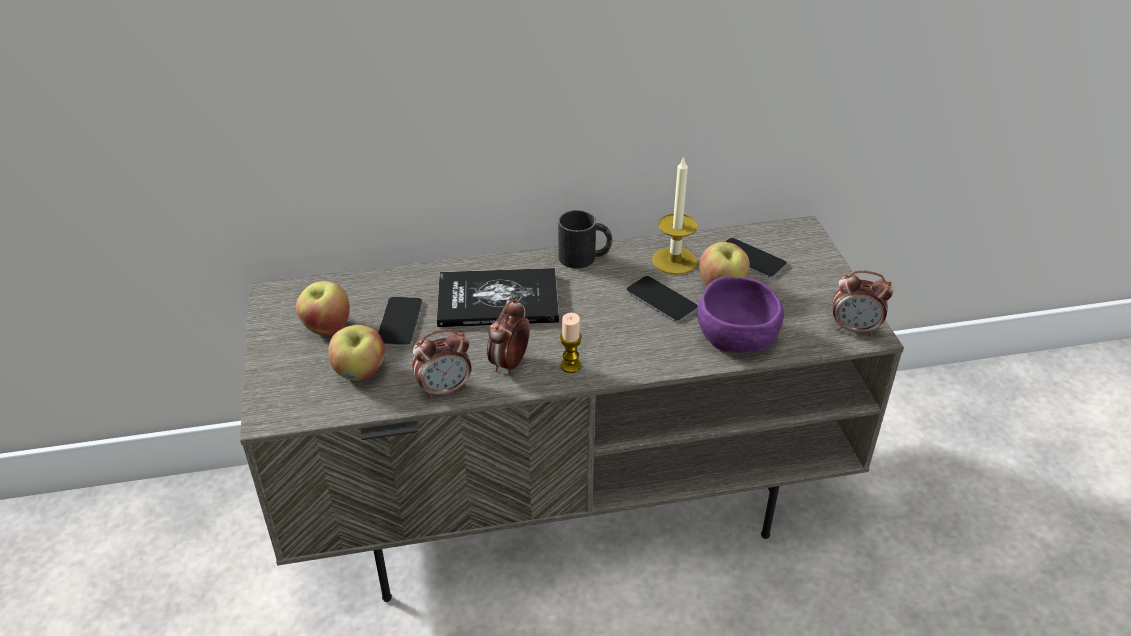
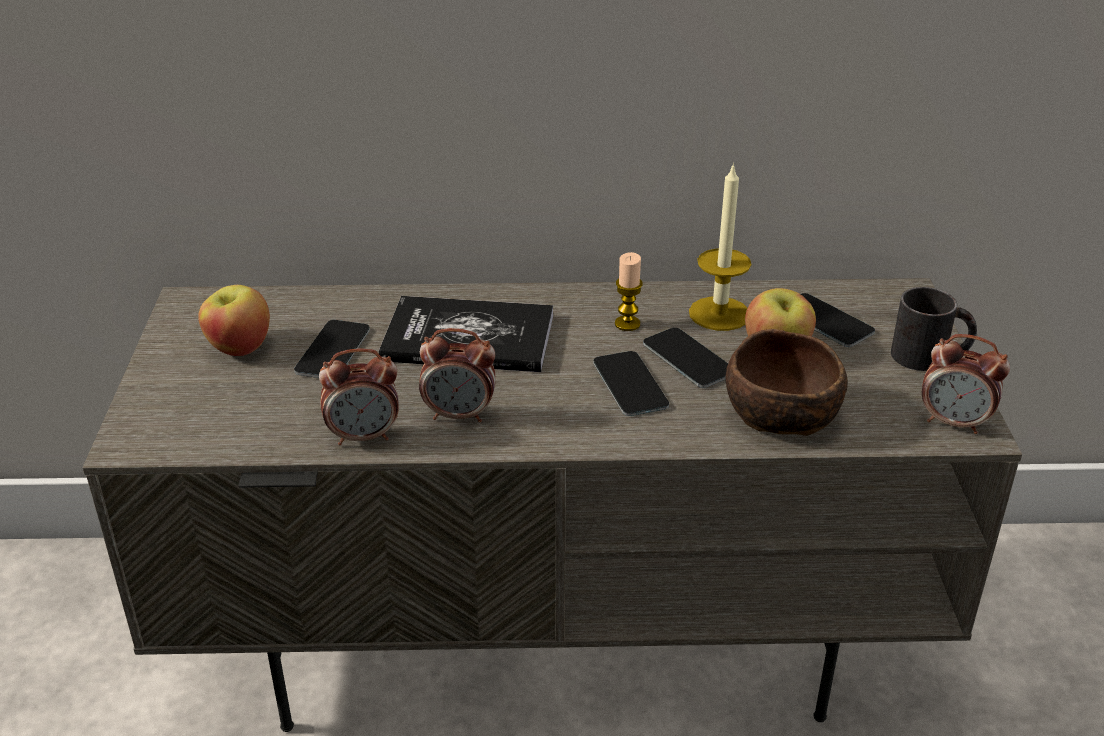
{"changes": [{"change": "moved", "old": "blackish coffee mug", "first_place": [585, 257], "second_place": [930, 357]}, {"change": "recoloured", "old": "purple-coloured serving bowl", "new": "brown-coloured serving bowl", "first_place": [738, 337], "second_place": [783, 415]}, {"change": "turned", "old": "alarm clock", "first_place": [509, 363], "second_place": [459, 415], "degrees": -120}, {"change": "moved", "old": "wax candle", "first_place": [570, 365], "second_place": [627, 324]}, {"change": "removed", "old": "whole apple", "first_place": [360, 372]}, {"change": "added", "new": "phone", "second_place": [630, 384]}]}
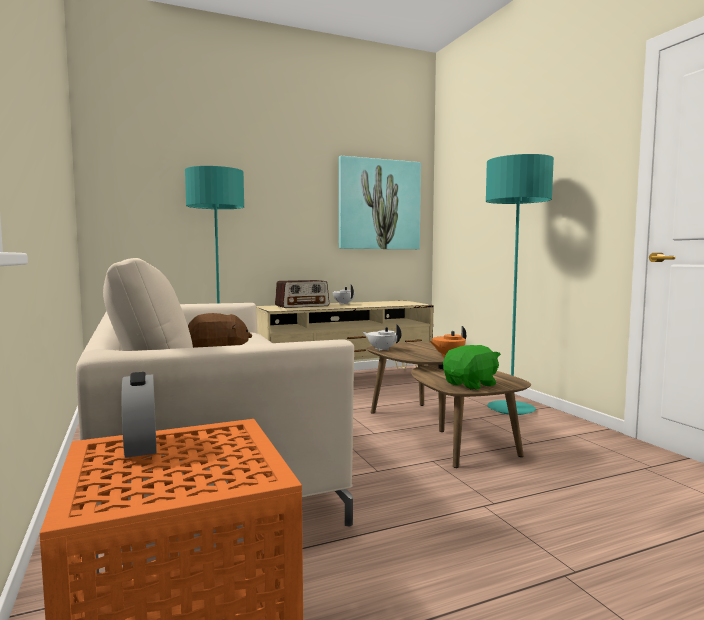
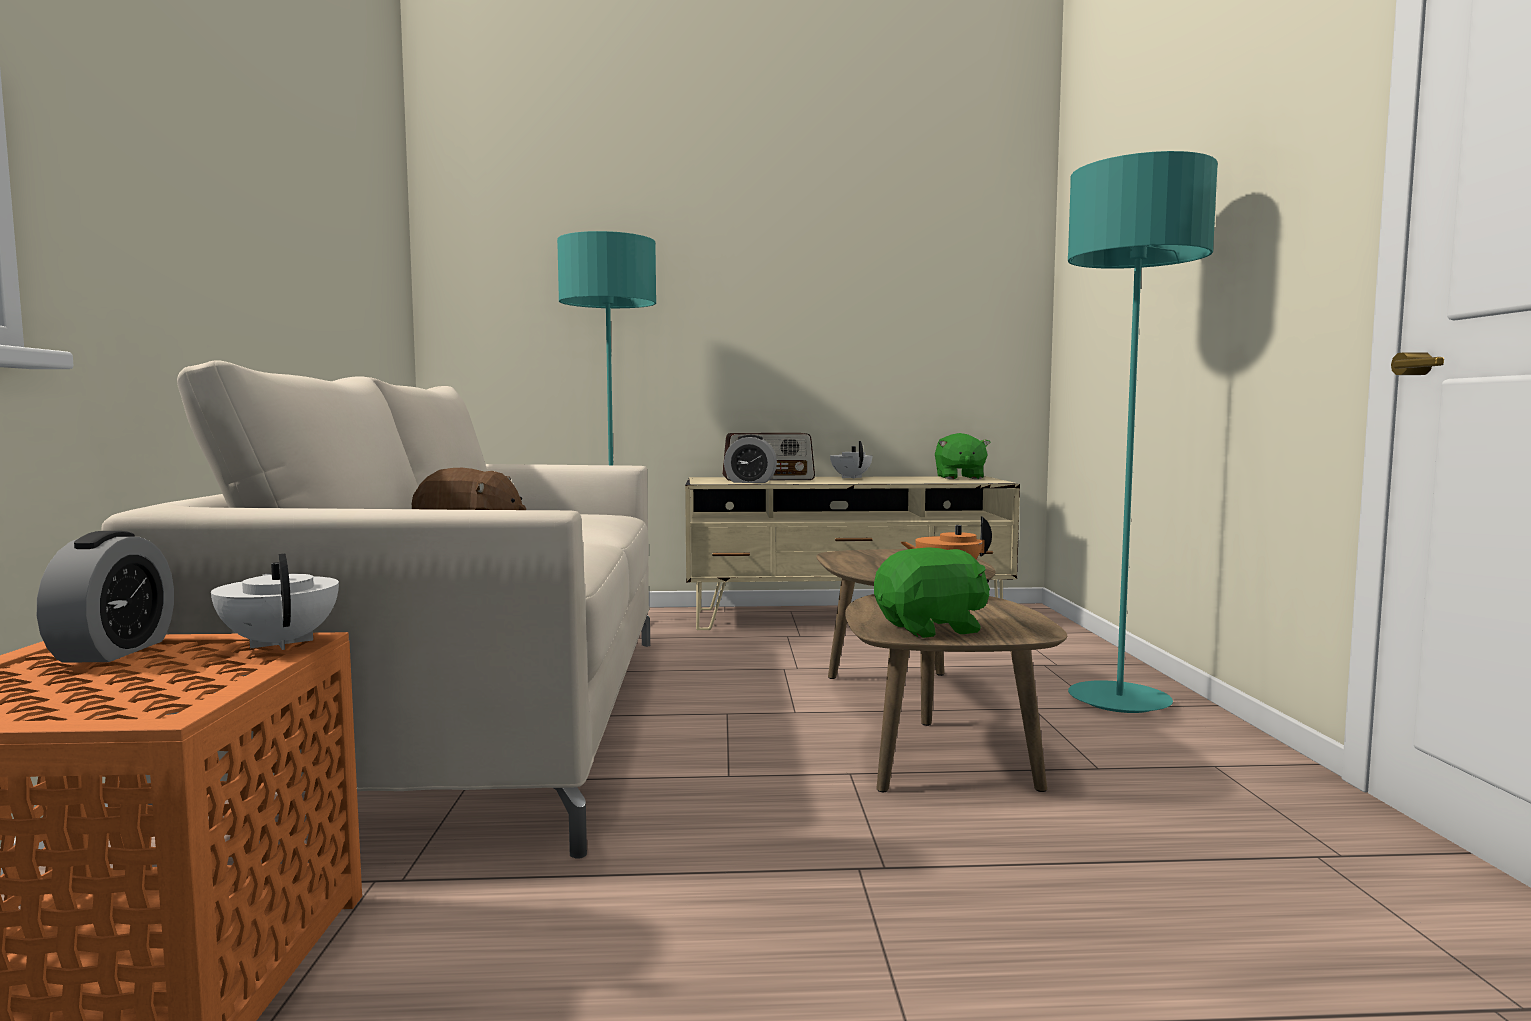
{"changes": [{"change": "removed", "old": "wall art", "first_place": [379, 205]}, {"change": "moved", "old": "whitish pot for tea", "first_place": [381, 349], "second_place": [281, 643]}, {"change": "added", "new": "green soft toy", "second_place": [959, 477]}, {"change": "added", "new": "alarm clock", "second_place": [750, 482]}]}
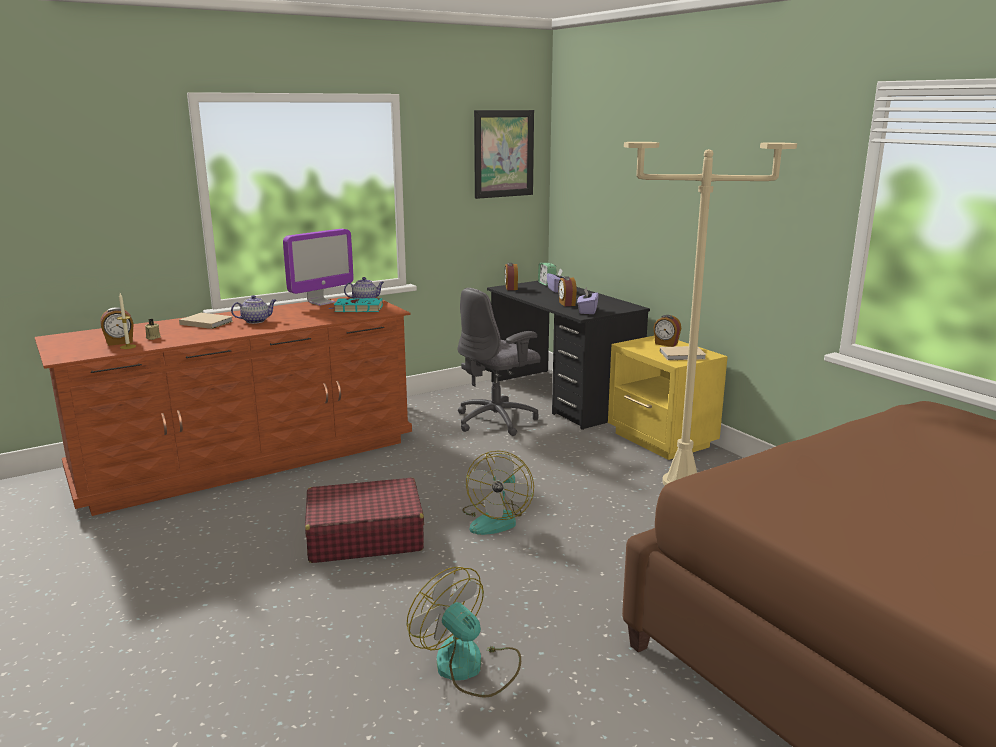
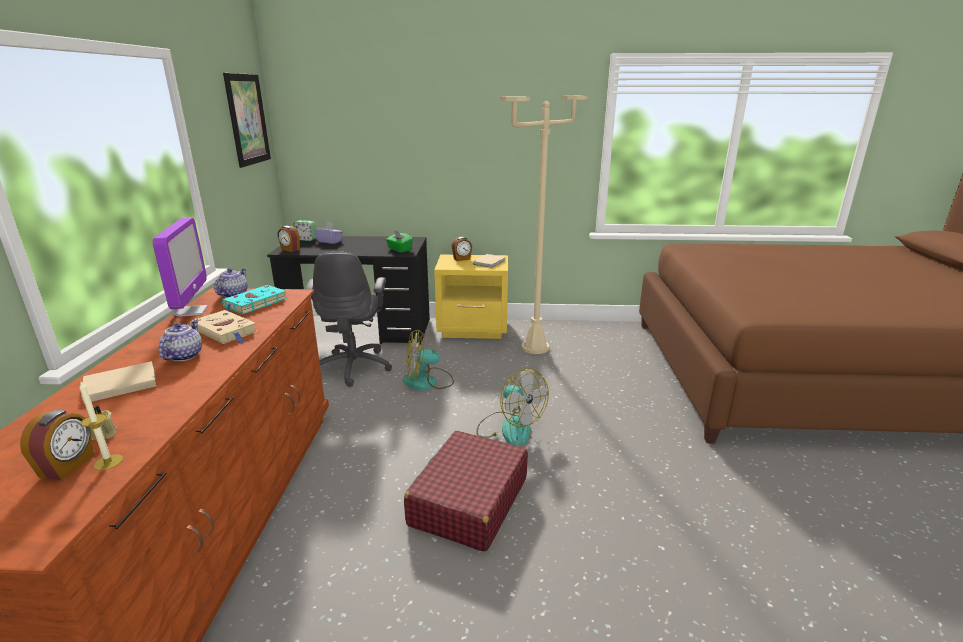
{"changes": [{"change": "removed", "old": "alarm clock", "first_place": [566, 304]}, {"change": "recoloured", "old": "purple-coloured tissue holder", "new": "green tissue holder", "first_place": [587, 311], "second_place": [399, 249]}, {"change": "moved", "old": "fan", "first_place": [469, 667], "second_place": [427, 382]}, {"change": "added", "new": "sand-coloured bound book", "second_place": [225, 331]}]}
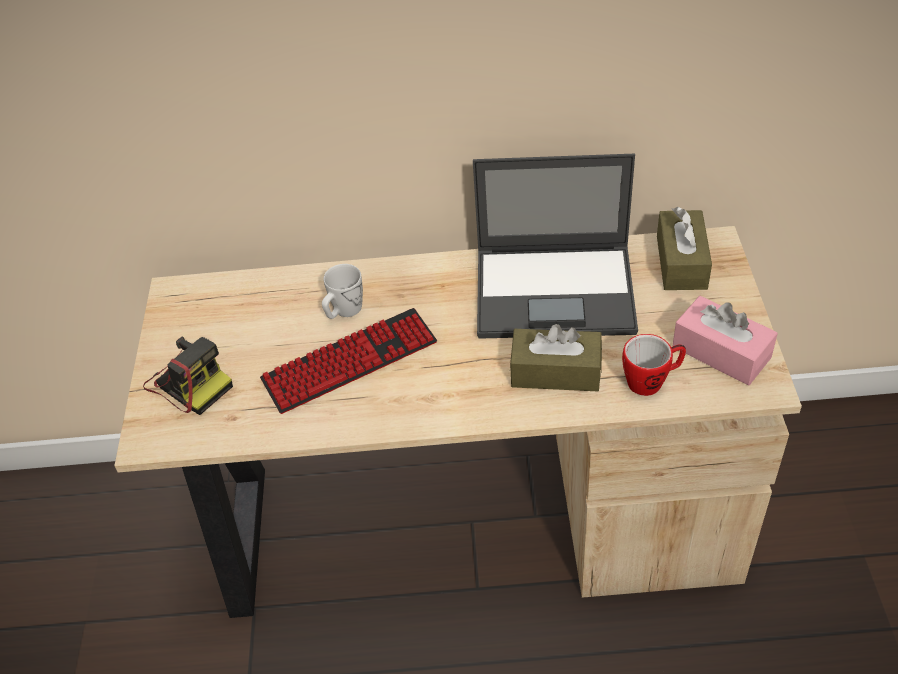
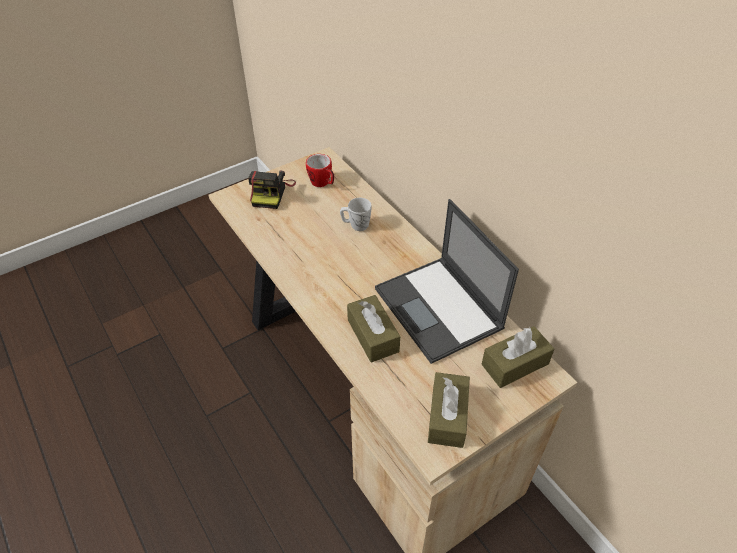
{"changes": [{"change": "recoloured", "old": "pinkish tissue holder", "new": "brown-coloured tissue holder", "first_place": [721, 352], "second_place": [447, 416]}, {"change": "removed", "old": "PC keyboard", "first_place": [350, 362]}, {"change": "moved", "old": "coffee mug", "first_place": [652, 381], "second_place": [322, 183]}]}
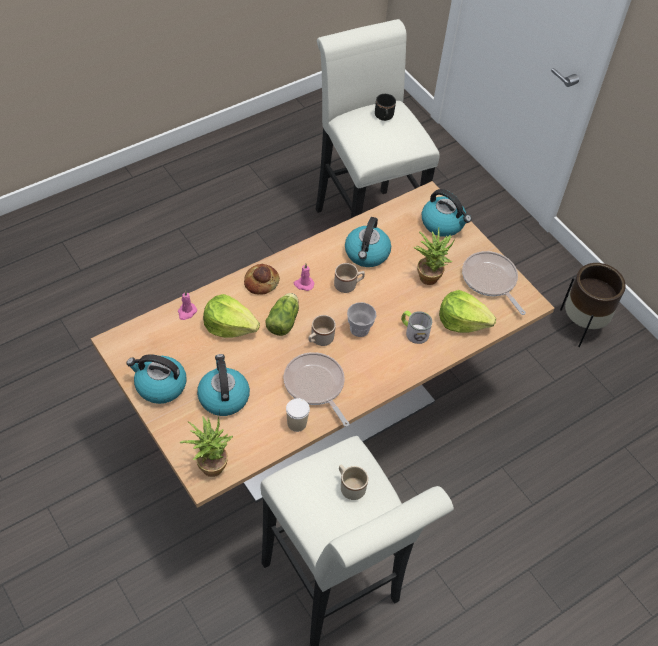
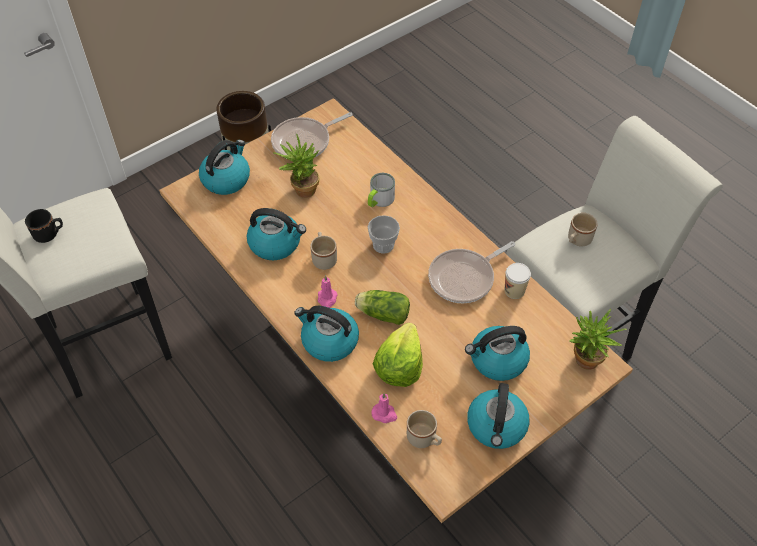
{"changes": [{"change": "replaced", "old": "bakery bread", "new": "tea kettle", "first_place": [261, 282], "second_place": [329, 341]}, {"change": "removed", "old": "lettuce", "first_place": [462, 321]}, {"change": "moved", "old": "sand-coloured coffee mug", "first_place": [319, 340], "second_place": [424, 439]}]}
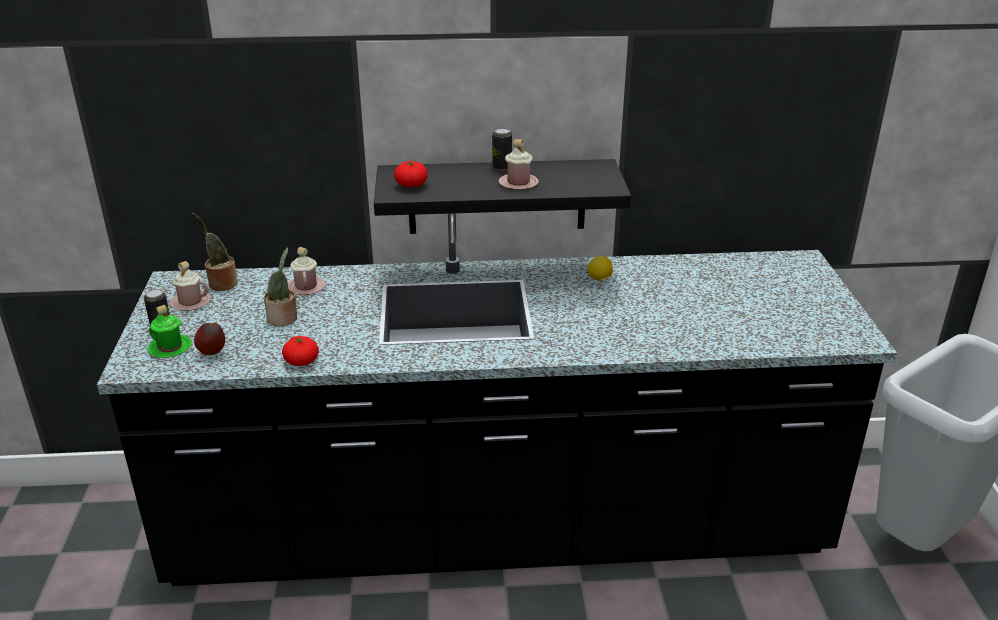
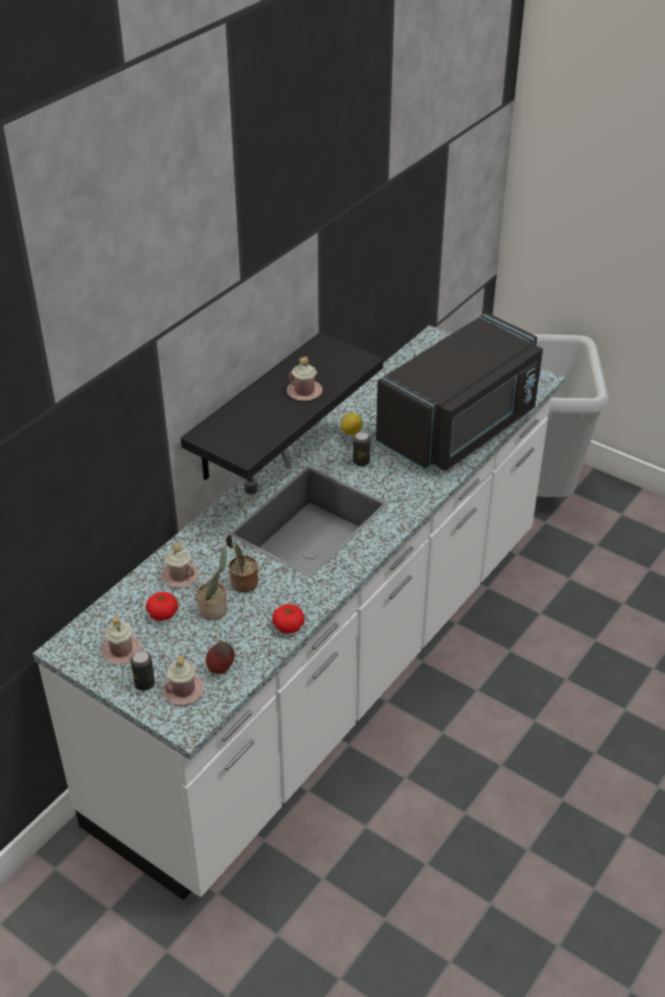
{"changes": [{"change": "moved", "old": "metal can", "first_place": [502, 167], "second_place": [361, 462]}, {"change": "moved", "old": "fresh tomato", "first_place": [411, 185], "second_place": [163, 614]}, {"change": "recoloured", "old": "blackish counter", "new": "whitish counter", "first_place": [499, 530], "second_place": [332, 671]}, {"change": "moved", "old": "plant in a pot", "first_place": [221, 283], "second_place": [242, 584]}, {"change": "recoloured", "old": "green coffee mug", "new": "pinkish coffee mug", "first_place": [170, 348], "second_place": [183, 690]}, {"change": "added", "new": "blackish kitchen microwave", "second_place": [460, 428]}]}
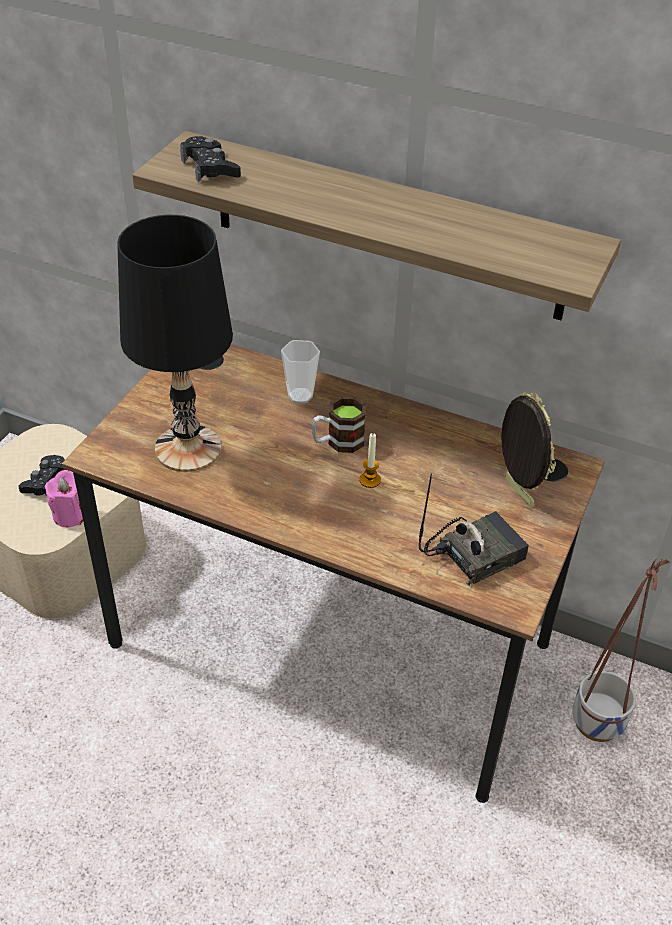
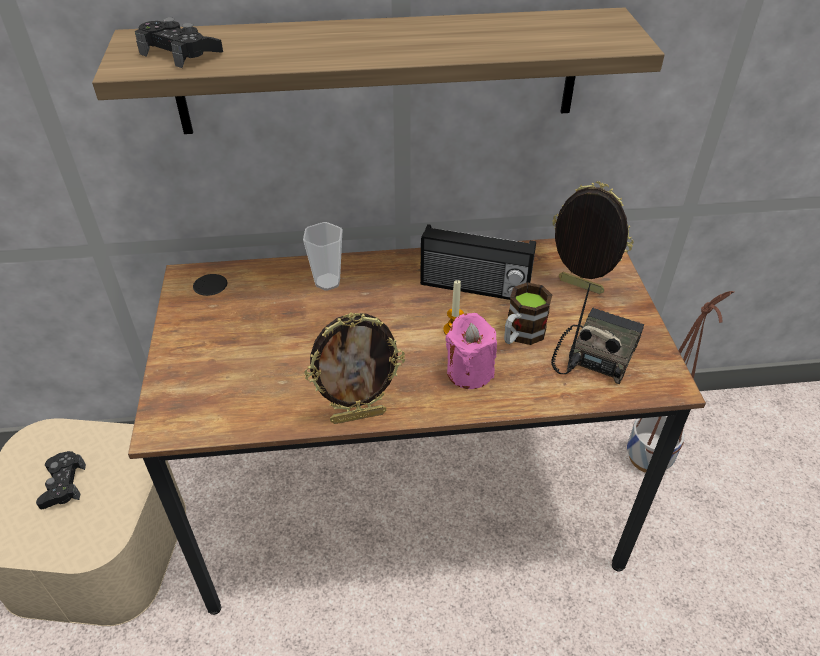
{"changes": [{"change": "removed", "old": "blackish lamp for a table", "first_place": [188, 448]}, {"change": "moved", "old": "coffee mug", "first_place": [338, 442], "second_place": [520, 335]}, {"change": "moved", "old": "pinkish wax candle", "first_place": [70, 514], "second_place": [469, 372]}, {"change": "added", "new": "radio", "second_place": [474, 288]}, {"change": "added", "new": "photo frame", "second_place": [358, 416]}]}
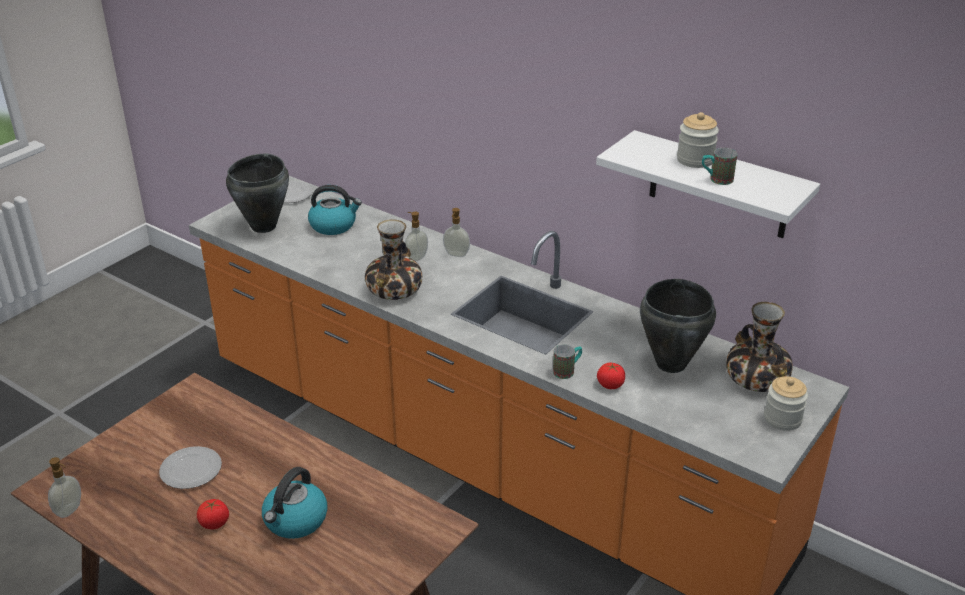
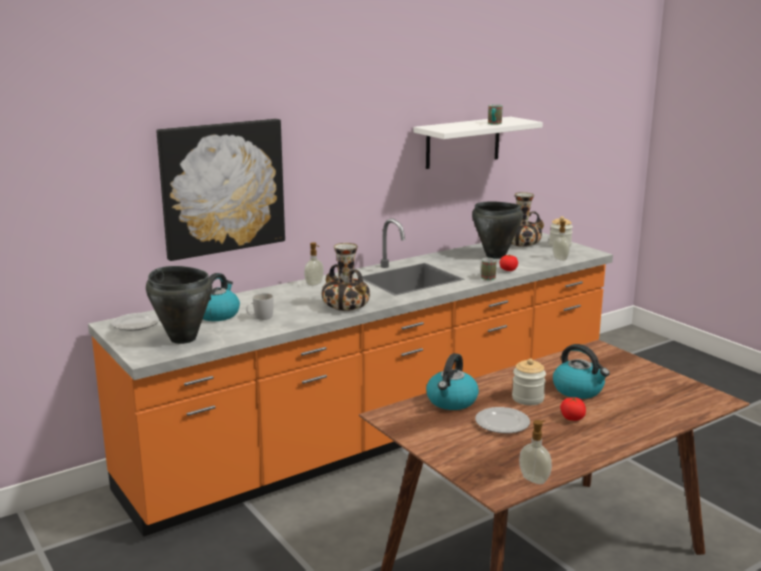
{"changes": [{"change": "moved", "old": "preserve jar", "first_place": [695, 160], "second_place": [528, 398]}, {"change": "moved", "old": "soap bottle", "first_place": [416, 258], "second_place": [559, 259]}, {"change": "added", "new": "wall art", "second_place": [222, 187]}, {"change": "added", "new": "whitish coffee mug", "second_place": [260, 317]}, {"change": "added", "new": "tea kettle", "second_place": [451, 401]}]}
